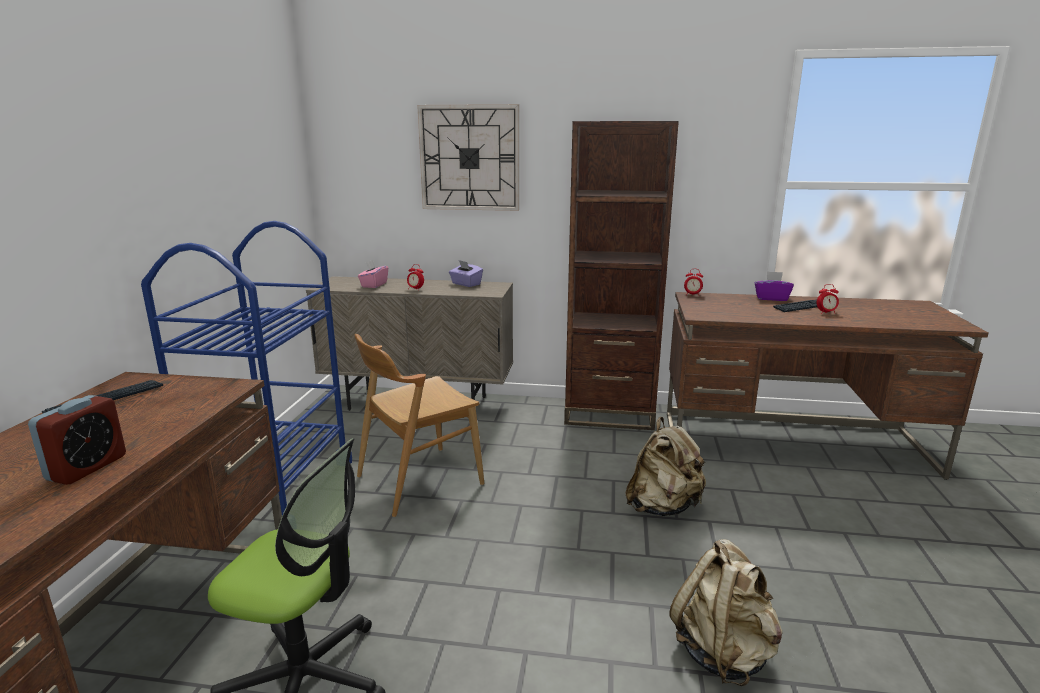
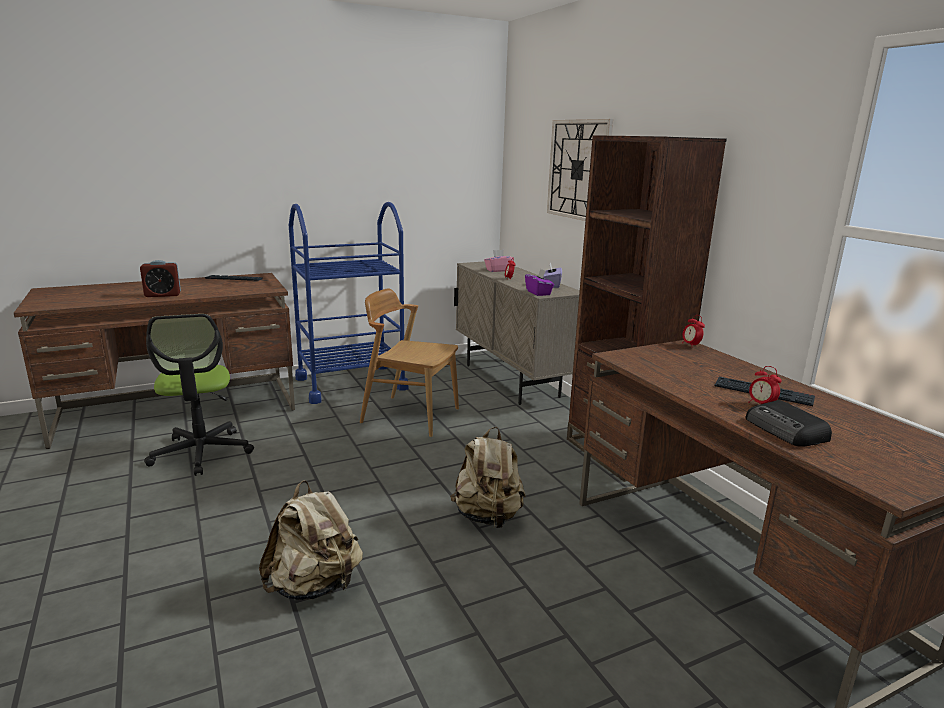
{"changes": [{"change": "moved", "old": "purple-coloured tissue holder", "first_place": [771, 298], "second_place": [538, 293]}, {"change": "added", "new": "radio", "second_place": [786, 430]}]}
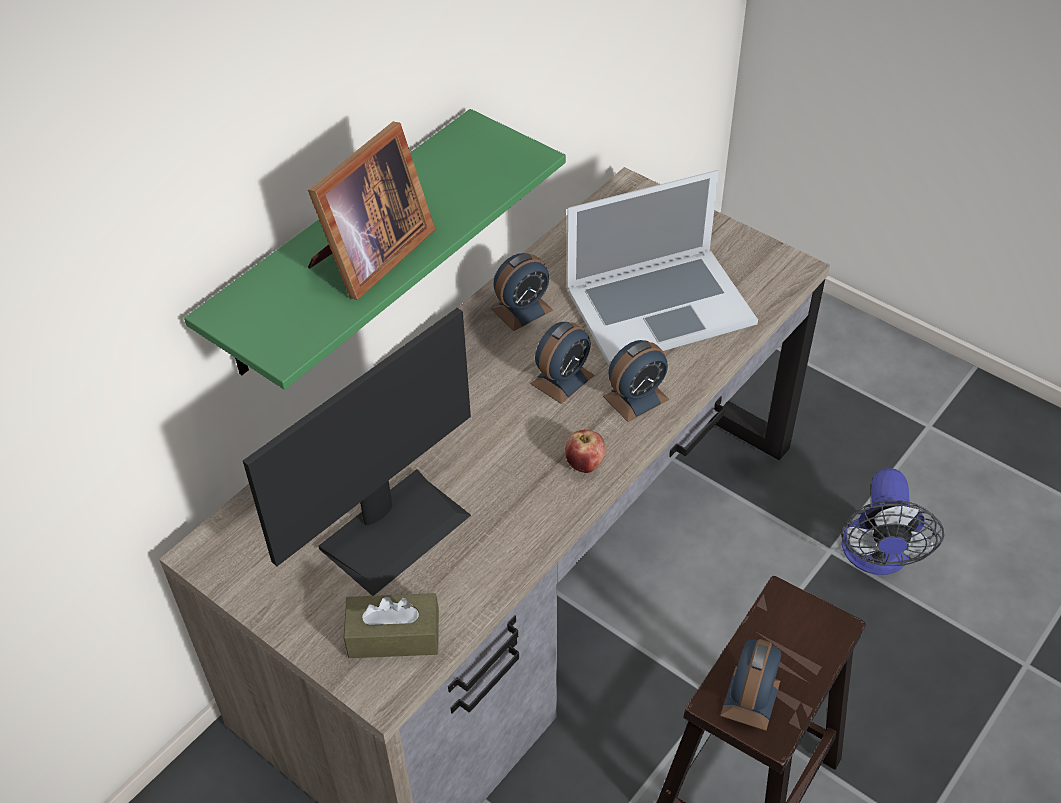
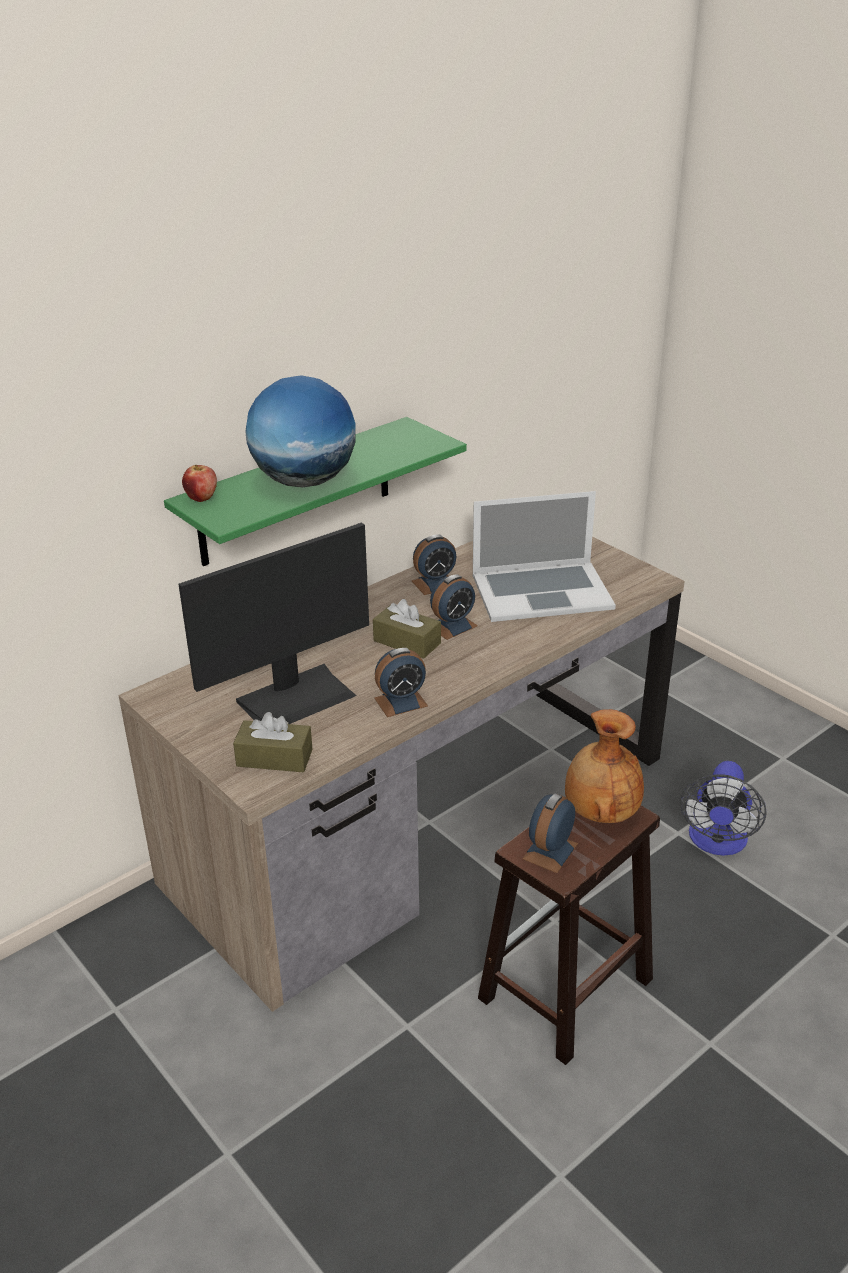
{"changes": [{"change": "replaced", "old": "photo frame", "new": "globe", "first_place": [369, 257], "second_place": [304, 481]}, {"change": "moved", "old": "alarm clock", "first_place": [636, 398], "second_place": [401, 702]}, {"change": "moved", "old": "whole apple", "first_place": [584, 464], "second_place": [201, 498]}, {"change": "added", "new": "brown-coloured tissue holder", "second_place": [407, 642]}, {"change": "added", "new": "brown-coloured flower vase", "second_place": [600, 811]}]}
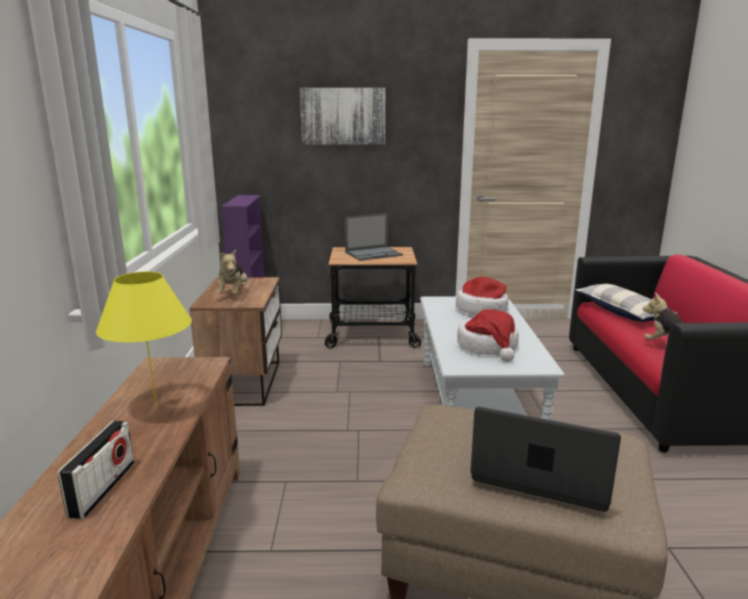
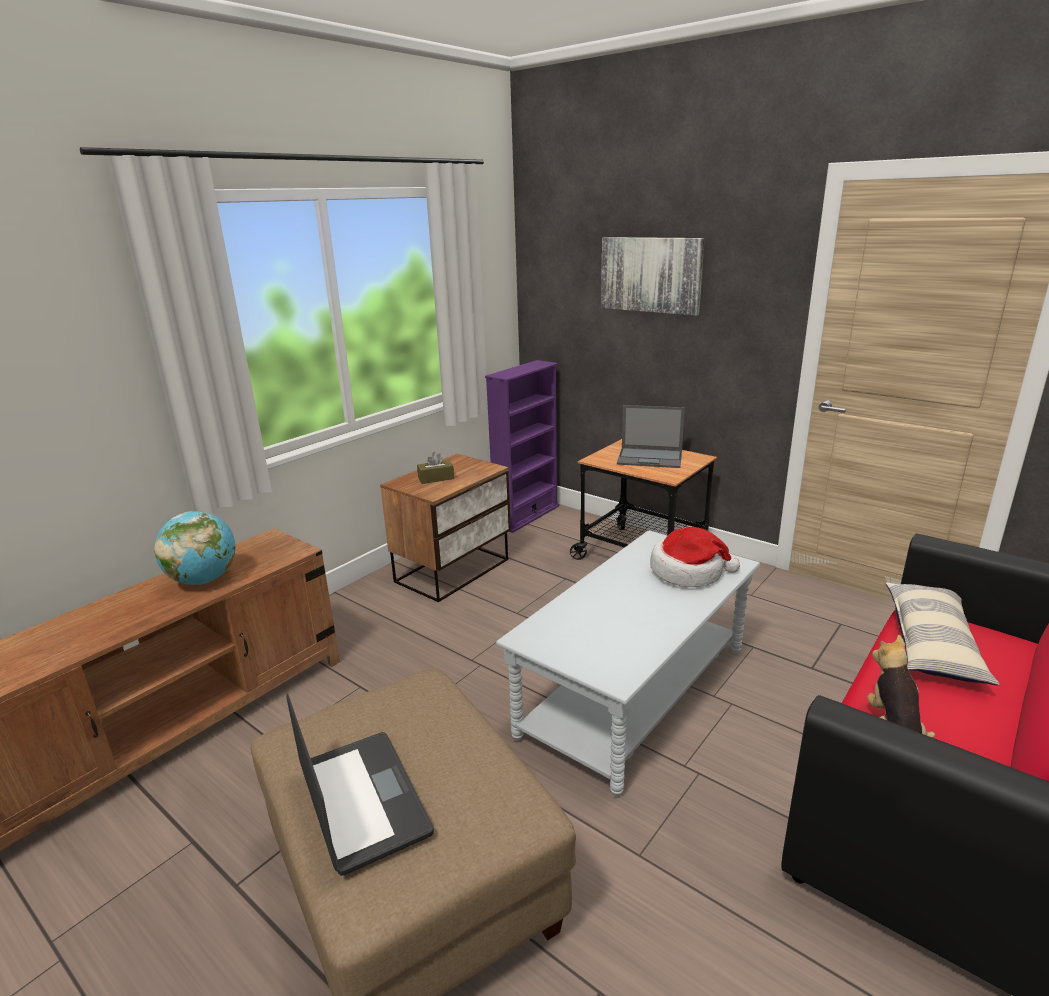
{"changes": [{"change": "replaced", "old": "soft toy", "new": "brown-coloured tissue holder", "first_place": [233, 294], "second_place": [436, 478]}, {"change": "replaced", "old": "yellow-coloured lamp for a table", "new": "globe", "first_place": [156, 408], "second_place": [204, 580]}, {"change": "removed", "old": "hat", "first_place": [488, 346]}, {"change": "removed", "old": "radio", "first_place": [102, 488]}]}
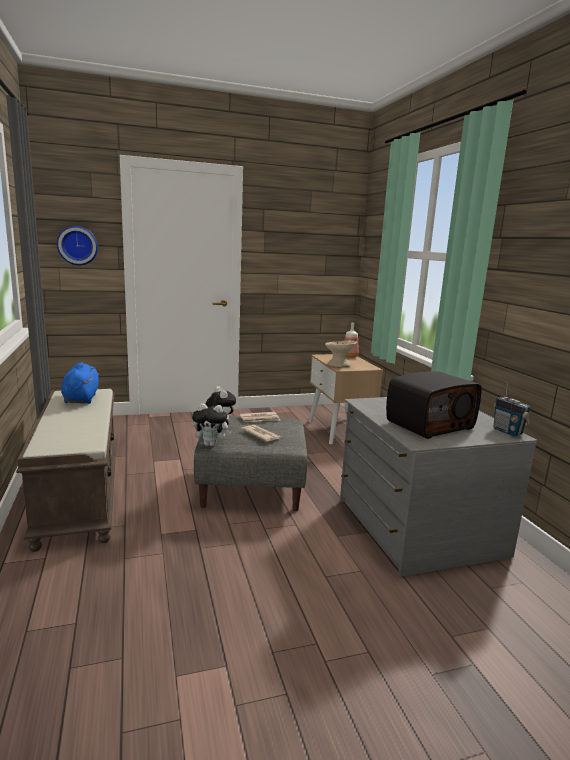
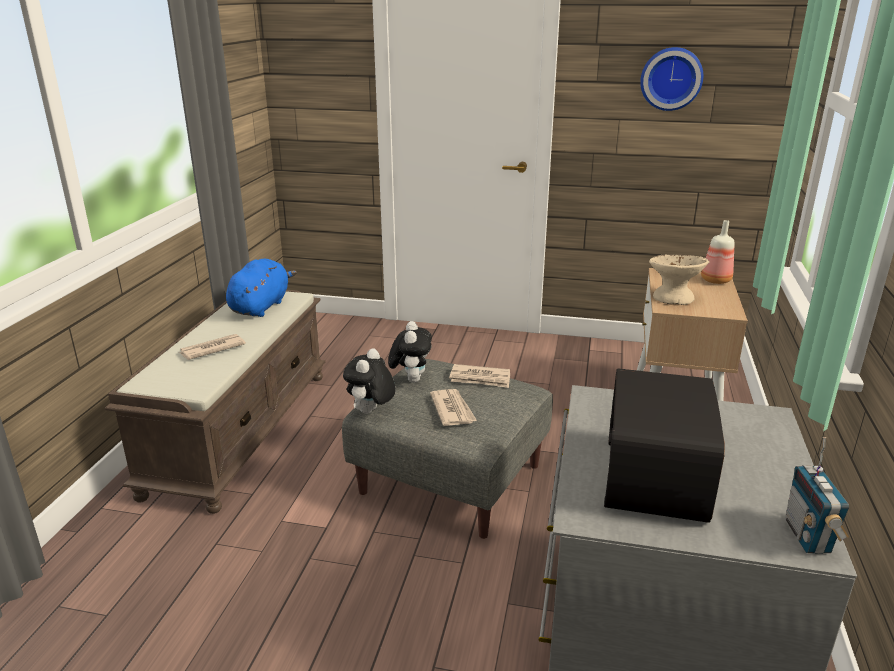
{"changes": [{"change": "moved", "old": "hanging clock", "first_place": [78, 245], "second_place": [671, 78]}, {"change": "turned", "old": "radio", "first_place": [429, 424], "second_place": [658, 478], "degrees": 105}, {"change": "turned", "old": "soft toy", "first_place": [211, 444], "second_place": [370, 412], "degrees": 75}, {"change": "added", "new": "daily paper", "second_place": [211, 349]}]}
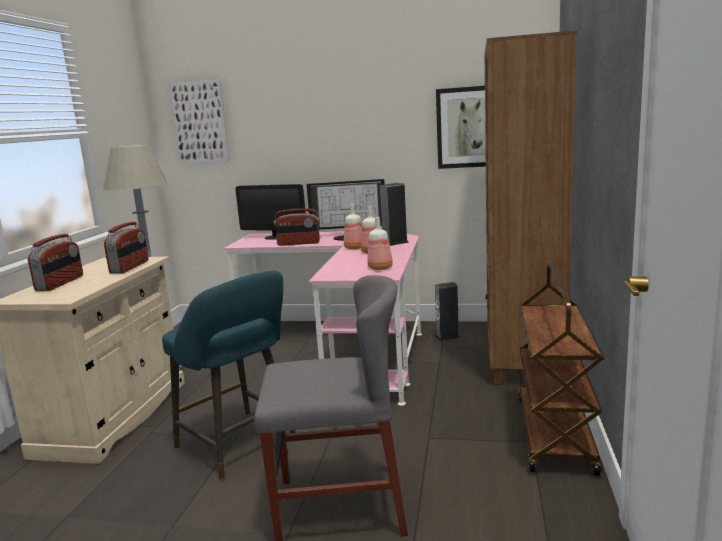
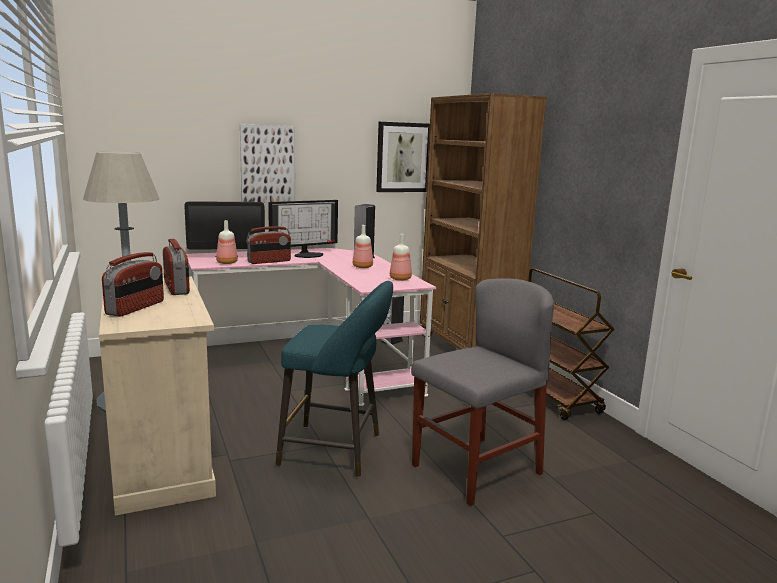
{"changes": [{"change": "moved", "old": "wall art", "first_place": [200, 122], "second_place": [267, 166]}, {"change": "moved", "old": "bottle", "first_place": [354, 248], "second_place": [226, 263]}, {"change": "turned", "old": "radio", "first_place": [60, 283], "second_place": [136, 308], "degrees": 45}]}
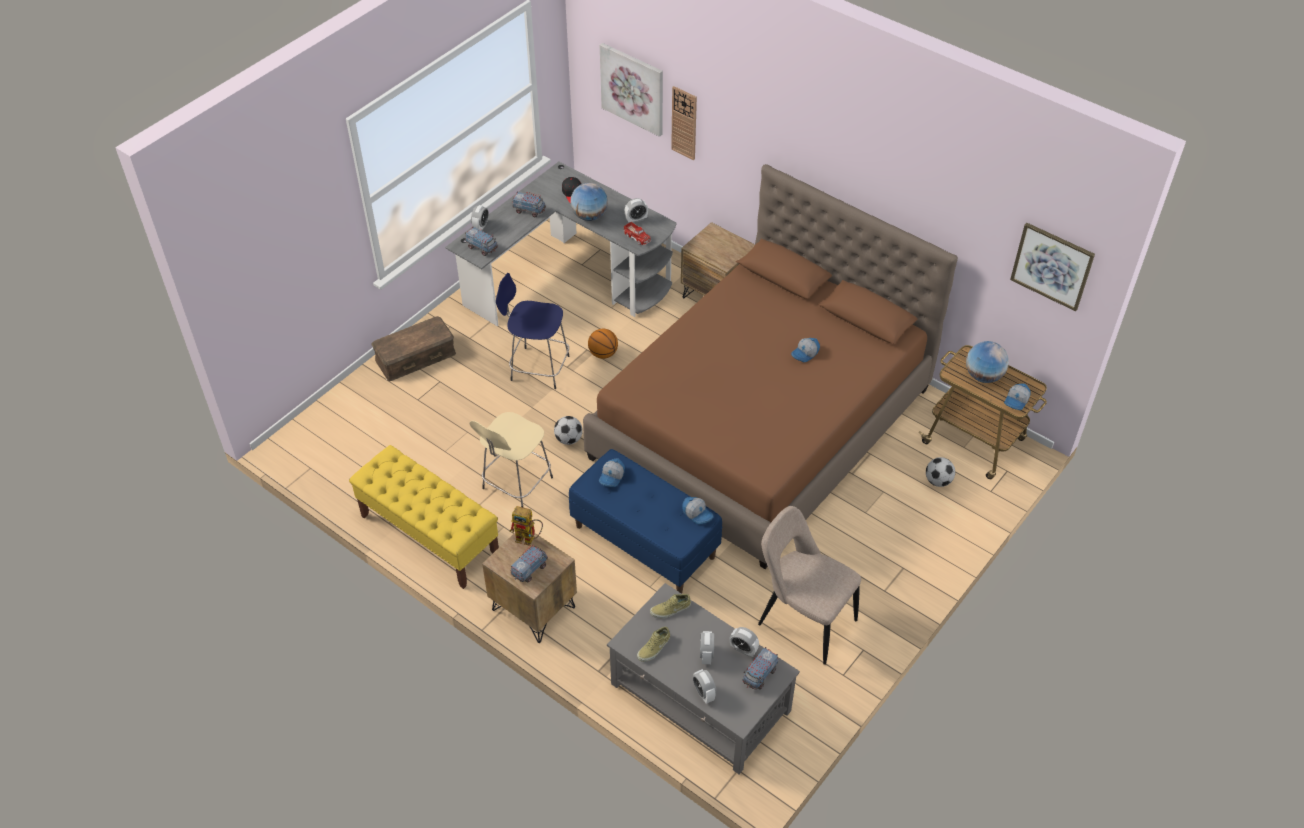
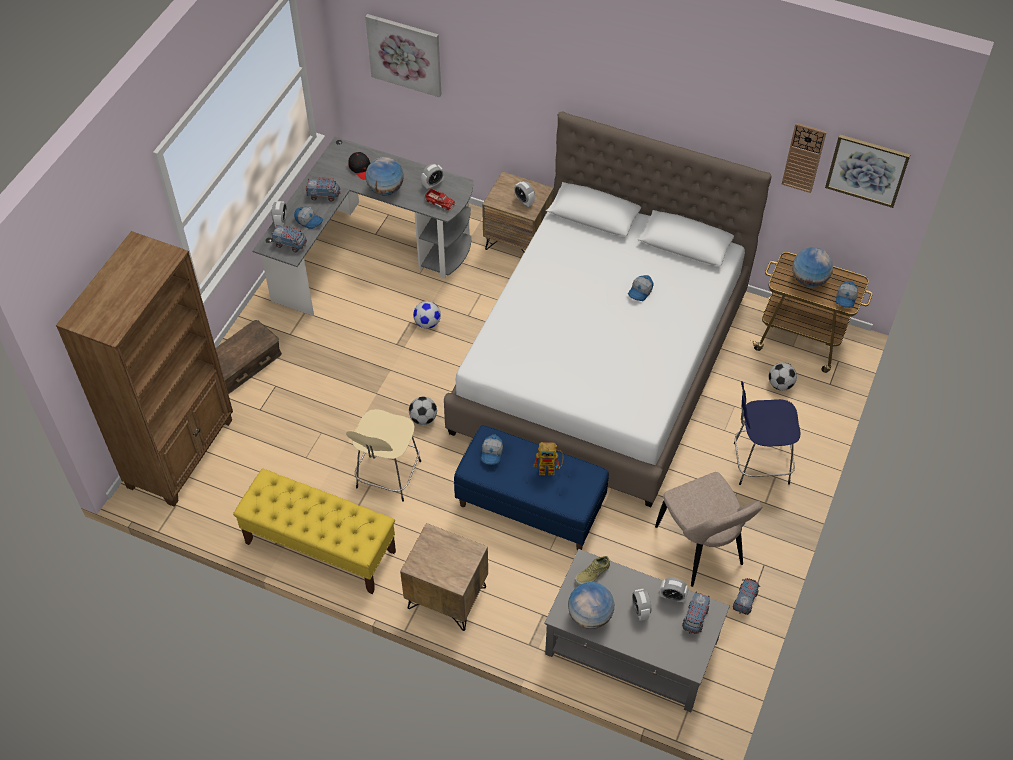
{"changes": [{"change": "moved", "old": "hanging clock", "first_place": [684, 123], "second_place": [803, 157]}, {"change": "recoloured", "old": "brown-coloured sleeping bed", "new": "whitish sleeping bed", "first_place": [761, 423], "second_place": [601, 362]}, {"change": "moved", "old": "bluish sitting stool", "first_place": [537, 367], "second_place": [758, 463]}, {"change": "replaced", "old": "ball for basketball", "new": "football ball", "first_place": [603, 353], "second_place": [427, 323]}, {"change": "moved", "old": "baseball cap", "first_place": [697, 513], "second_place": [309, 220]}, {"change": "moved", "old": "toy robot", "first_place": [529, 538], "second_place": [550, 469]}, {"change": "turned", "old": "sand-coloured upright chair", "first_place": [803, 620], "second_place": [701, 549], "degrees": -135}, {"change": "moved", "old": "toy lorry", "first_place": [530, 570], "second_place": [745, 600]}, {"change": "replaced", "old": "sand-coloured shoe", "new": "globe", "first_place": [654, 648], "second_place": [590, 615]}, {"change": "moved", "old": "alarm clock", "first_place": [704, 693], "second_place": [524, 201]}, {"change": "added", "new": "brown-coloured bookcase", "second_place": [182, 453]}]}
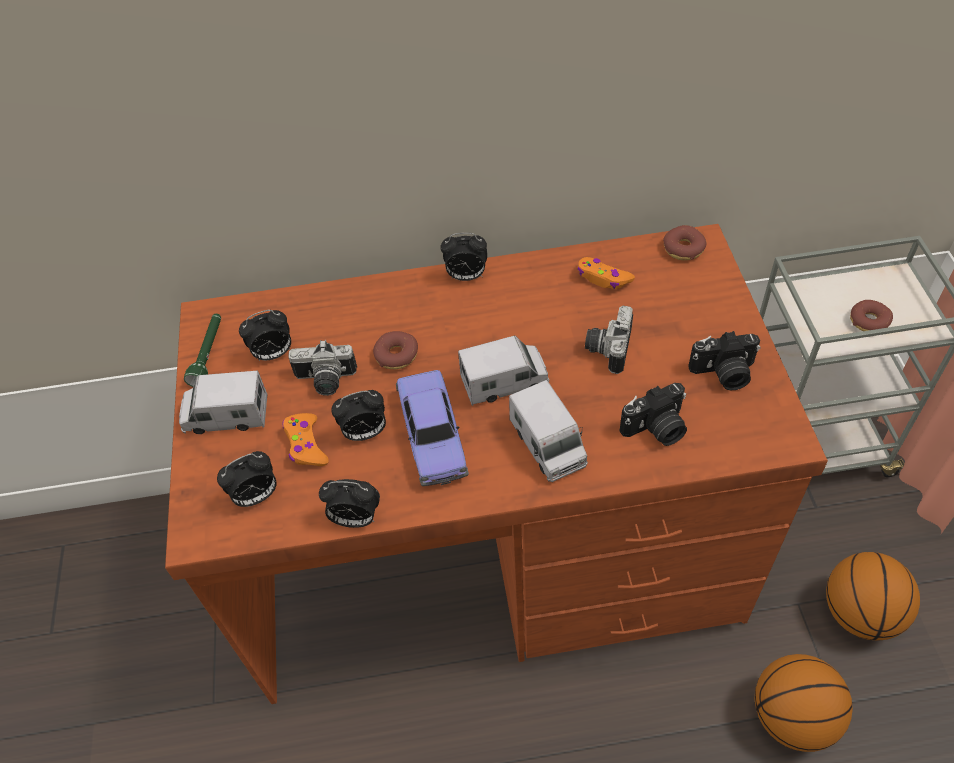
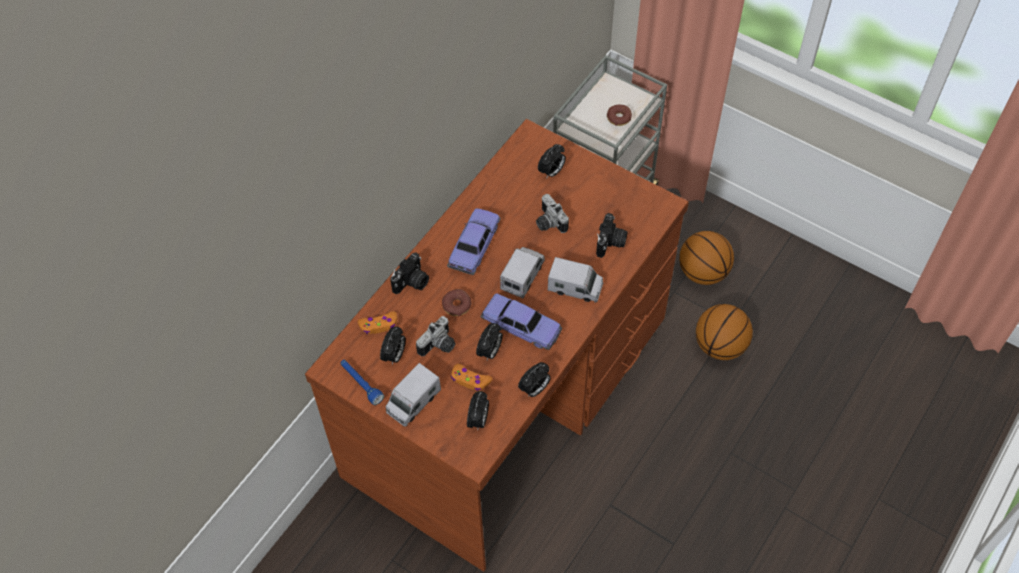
{"changes": [{"change": "removed", "old": "ring doughnut", "first_place": [683, 248]}, {"change": "moved", "old": "alarm clock", "first_place": [466, 276], "second_place": [551, 172]}, {"change": "moved", "old": "orangey game controller", "first_place": [603, 278], "second_place": [379, 325]}, {"change": "recoloured", "old": "green hand torch", "new": "bluish hand torch", "first_place": [209, 354], "second_place": [361, 384]}, {"change": "moved", "old": "photo camera", "first_place": [724, 374], "second_place": [412, 282]}, {"change": "added", "new": "miniature car", "second_place": [474, 246]}]}
